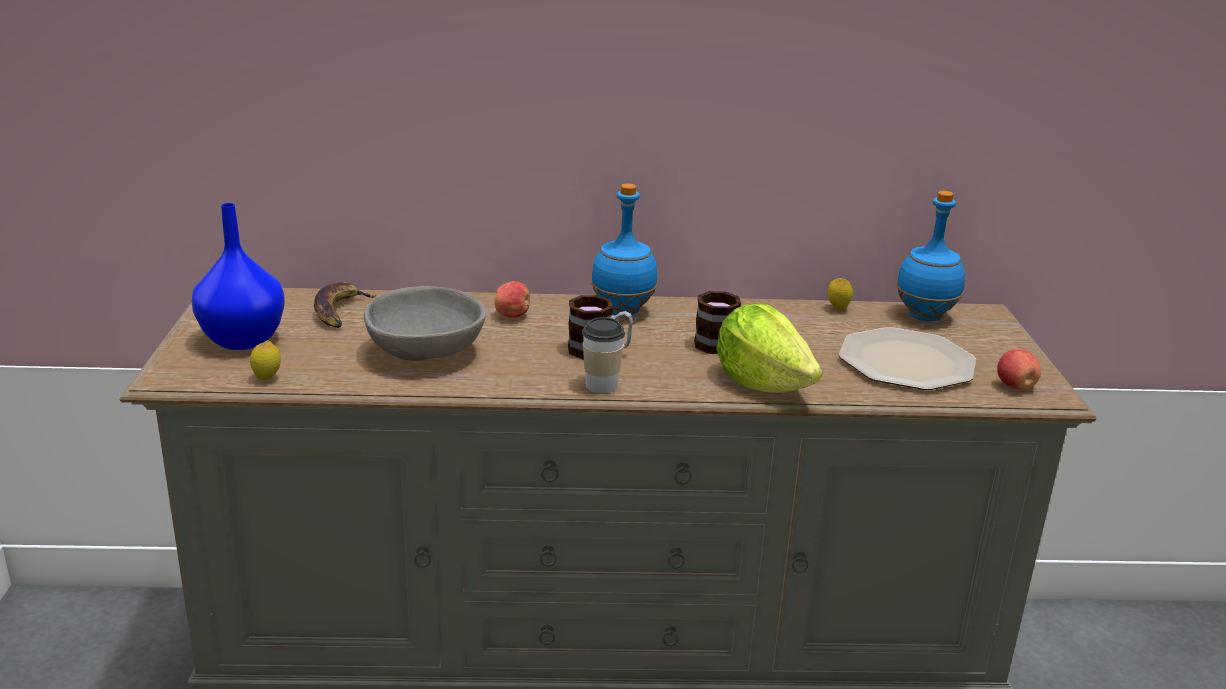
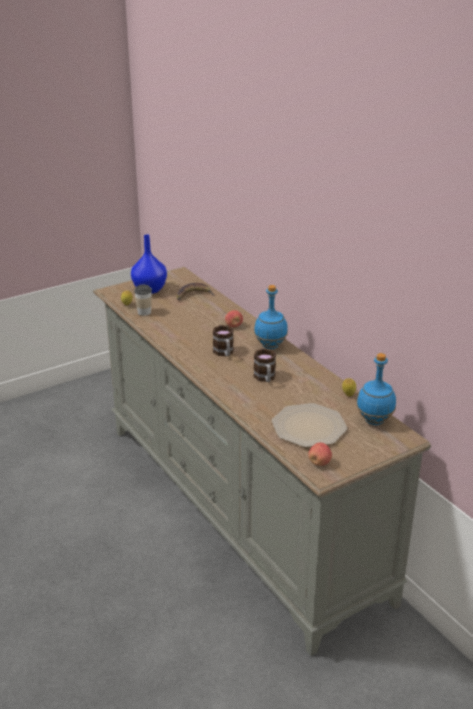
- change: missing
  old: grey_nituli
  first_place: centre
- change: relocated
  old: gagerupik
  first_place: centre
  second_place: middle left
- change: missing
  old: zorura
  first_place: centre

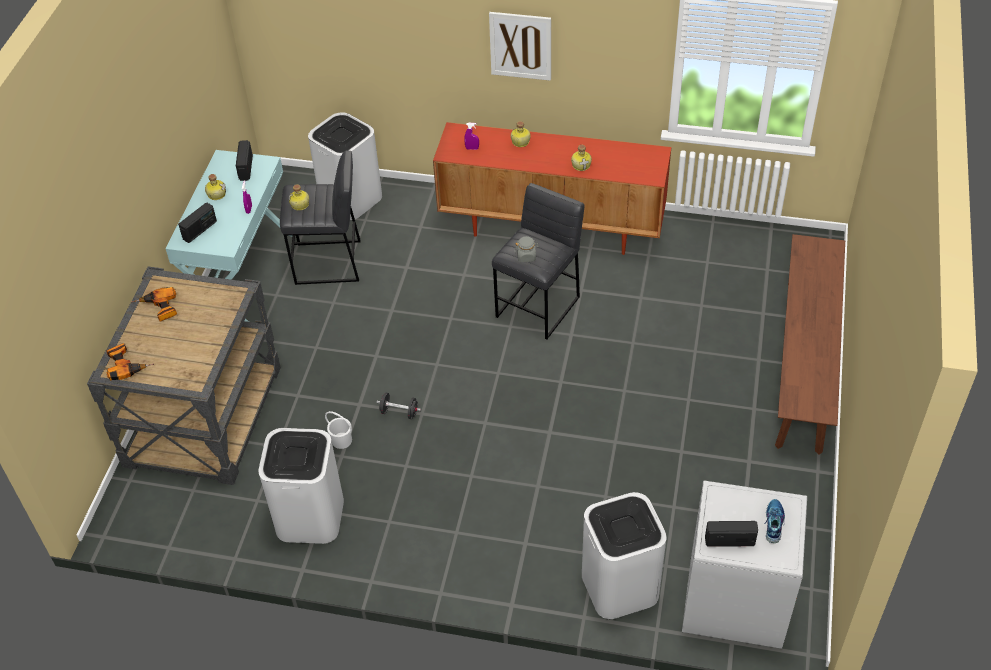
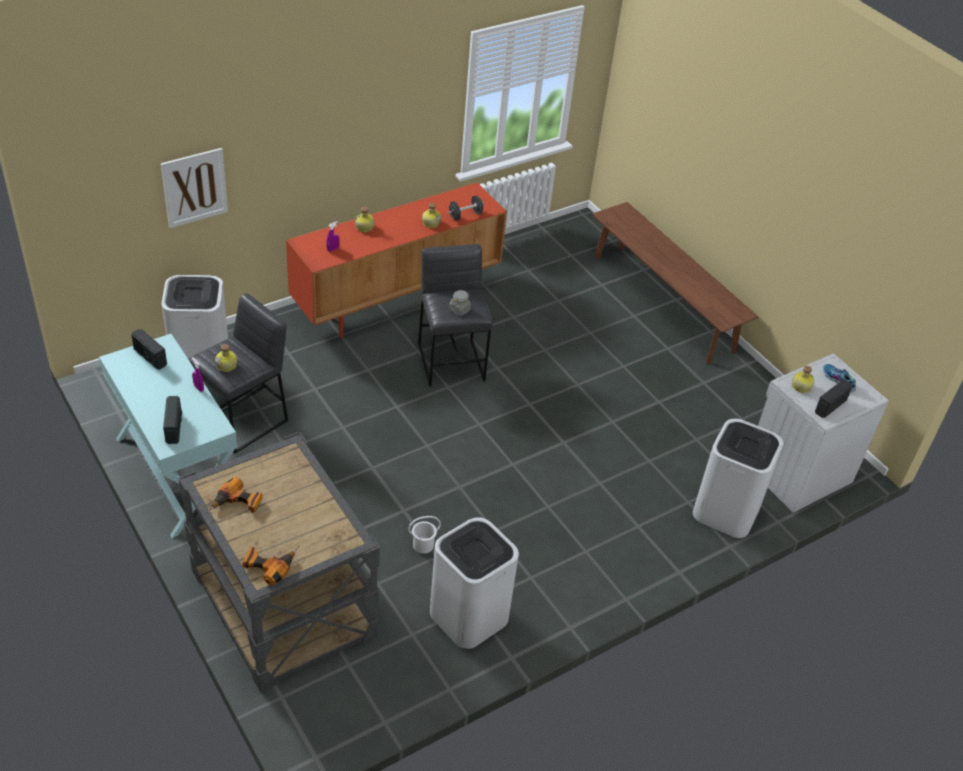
- change: relocated
  old: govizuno (no. 1 from left in the first image)
  new: govizuno (no. 4 from left)
  first_place: top left
  second_place: middle right
- change: relocated
  old: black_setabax
  first_place: centre
  second_place: top centre
- change: relocated
  old: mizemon
  first_place: top centre
  second_place: top left

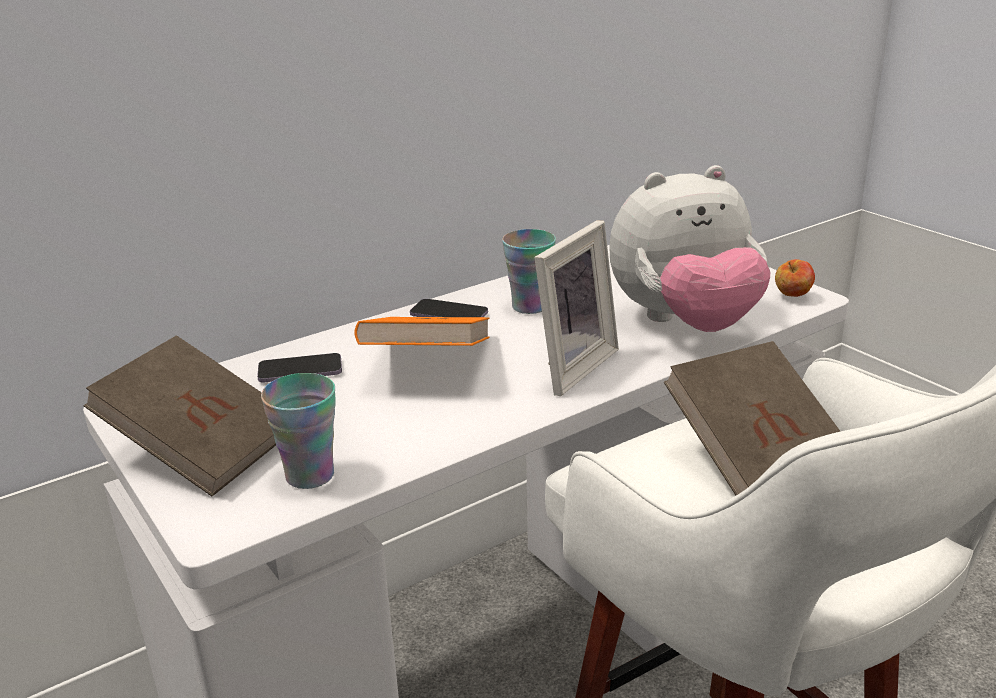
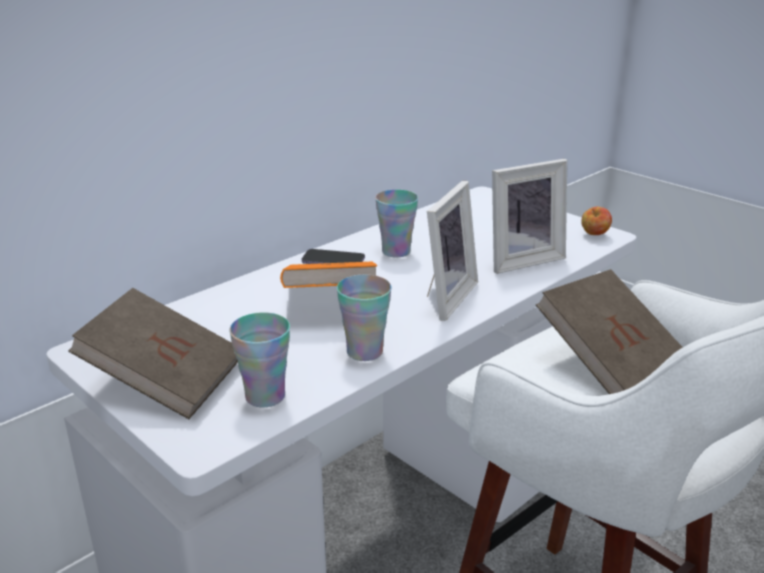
- change: missing
  old: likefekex (no. 1 from left)
  first_place: middle left
- change: exchanged
  old: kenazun
  new: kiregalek (no. 2 from left)
  first_place: middle right
  second_place: middle right
- change: appeared
  new: gagerupik (no. 2 from left)
  second_place: centre

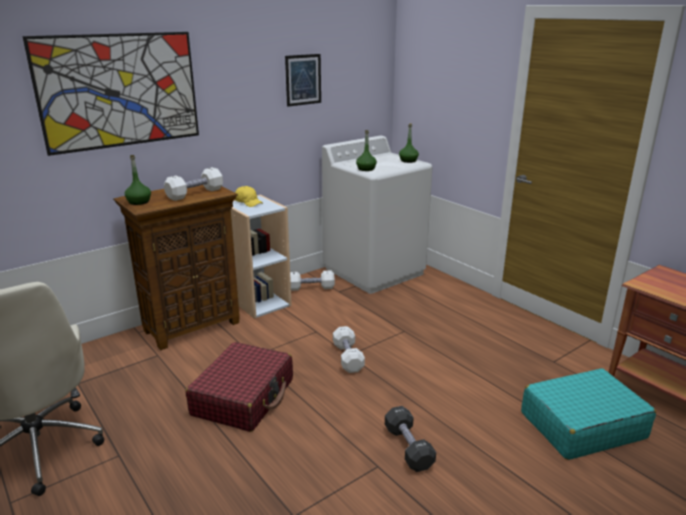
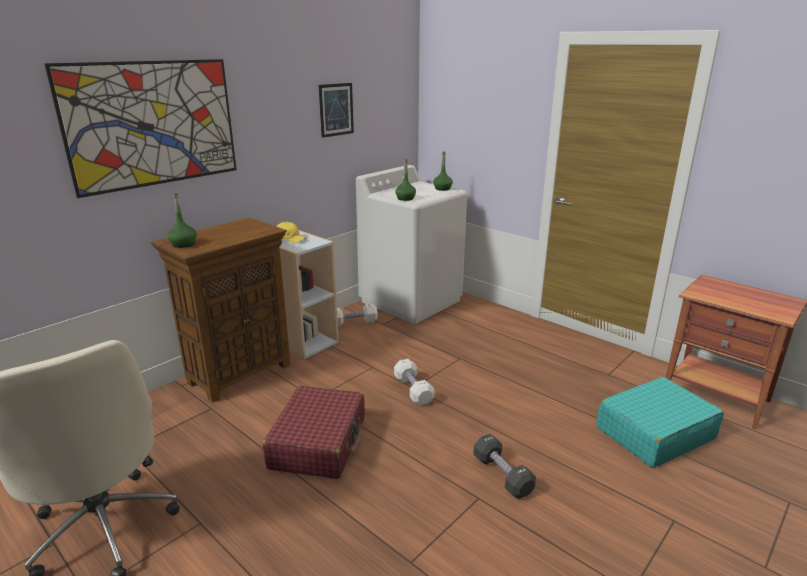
- change: missing
  old: white_setabax (no. 1 from left)
  first_place: middle left

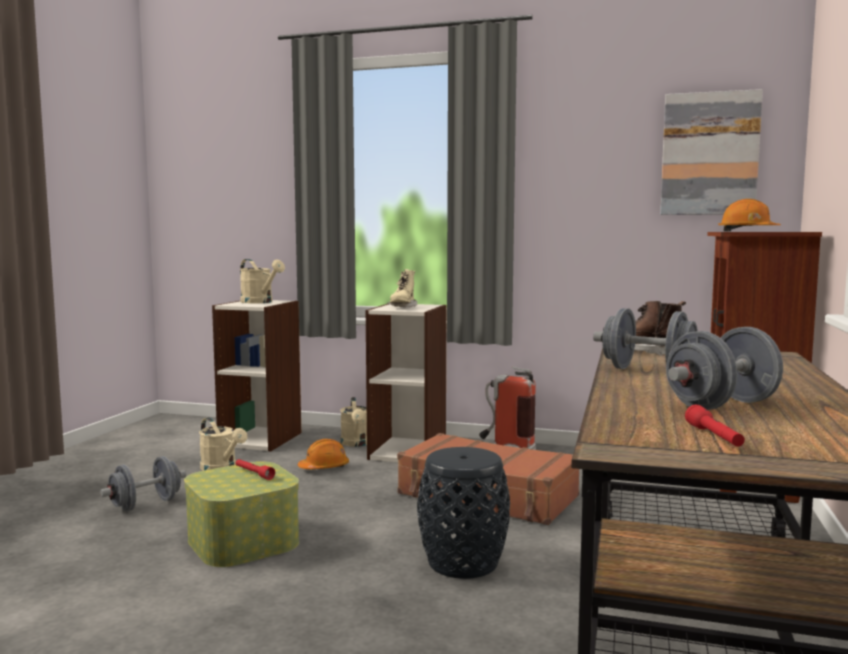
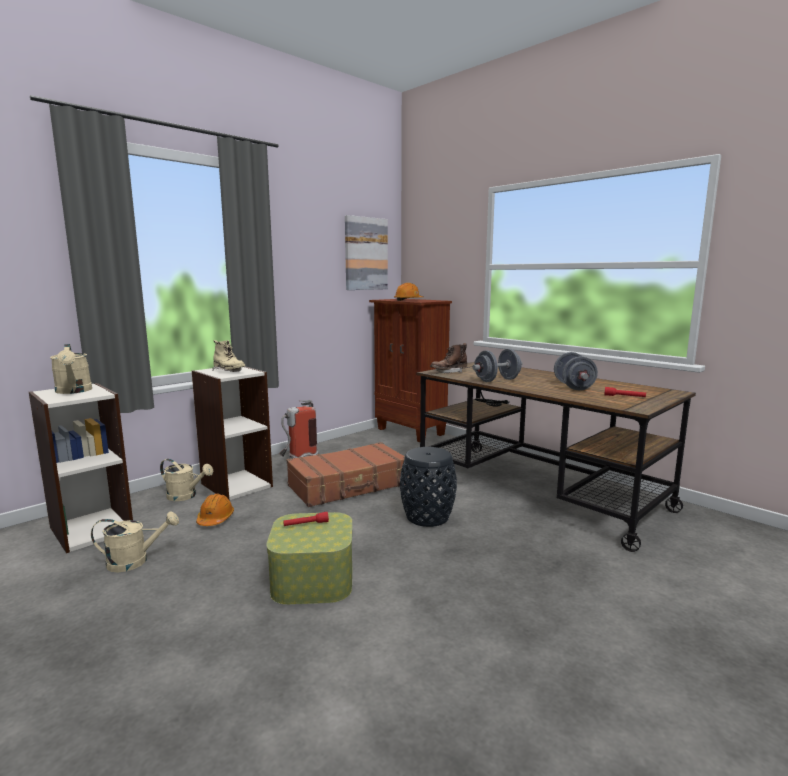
- change: missing
  old: grey_setabax (no. 1 from left)
  first_place: bottom left
- change: spun
  old: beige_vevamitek (no. 2 from left in the first image)
  first_place: middle left
  second_place: middle left
  degrees: 75

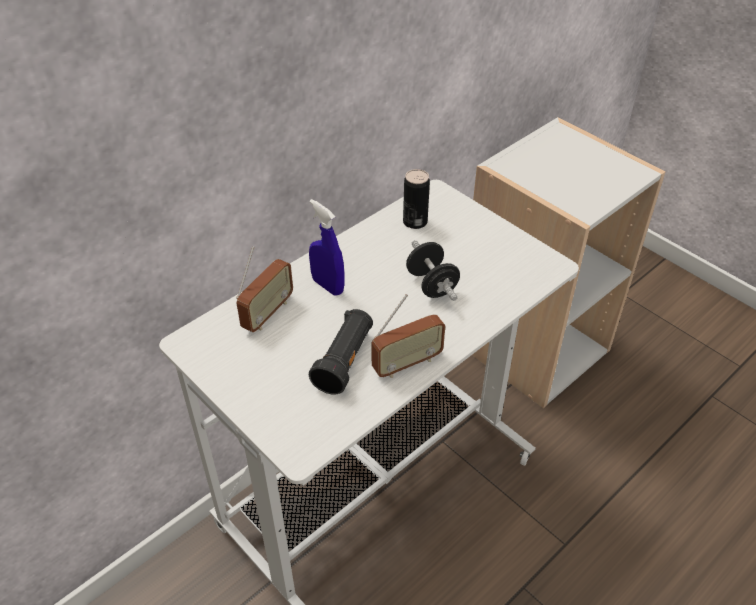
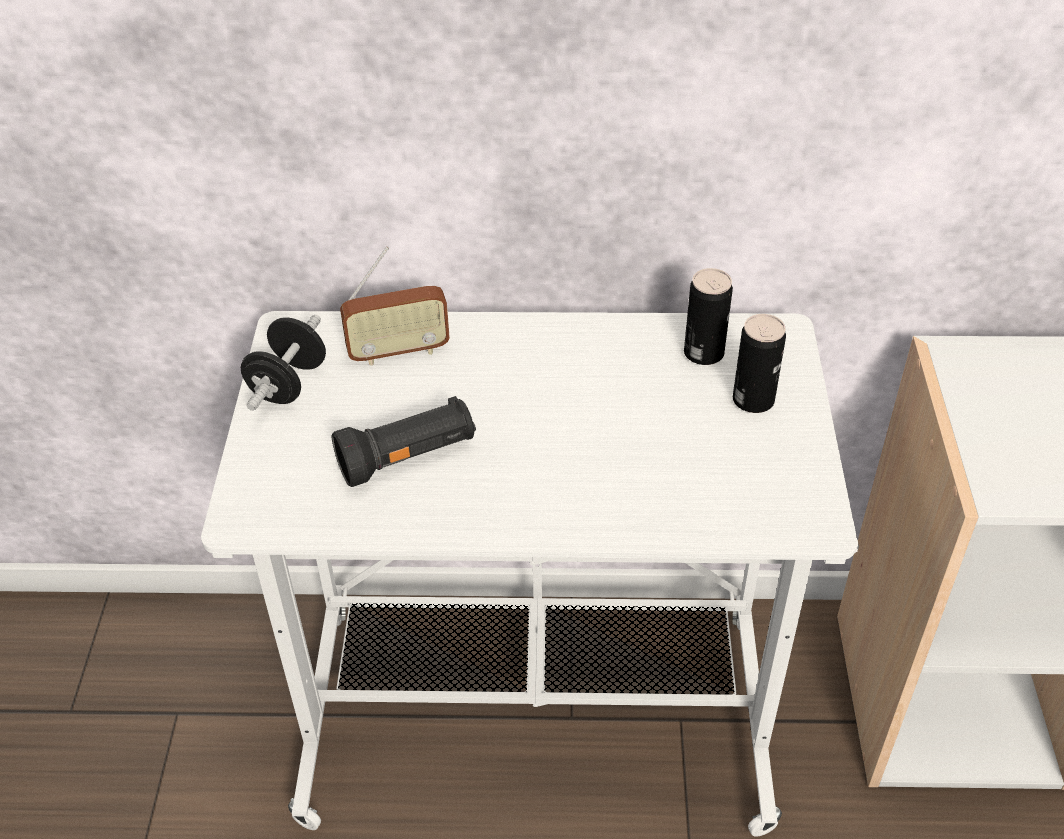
- change: missing
  old: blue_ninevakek
  first_place: centre
- change: missing
  old: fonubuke (no. 2 from left)
  first_place: centre
- change: relocated
  old: black_setabax
  first_place: centre
  second_place: middle left
- change: appeared
  new: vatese (no. 2 from left)
  second_place: middle right

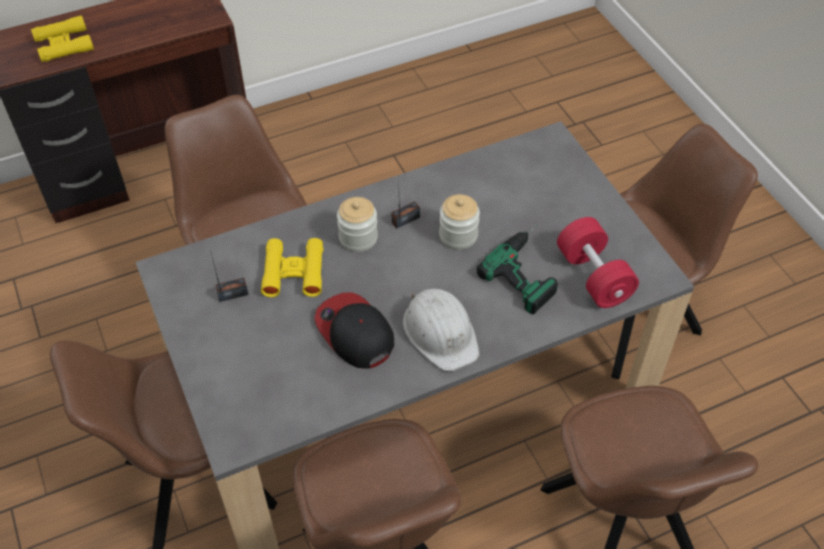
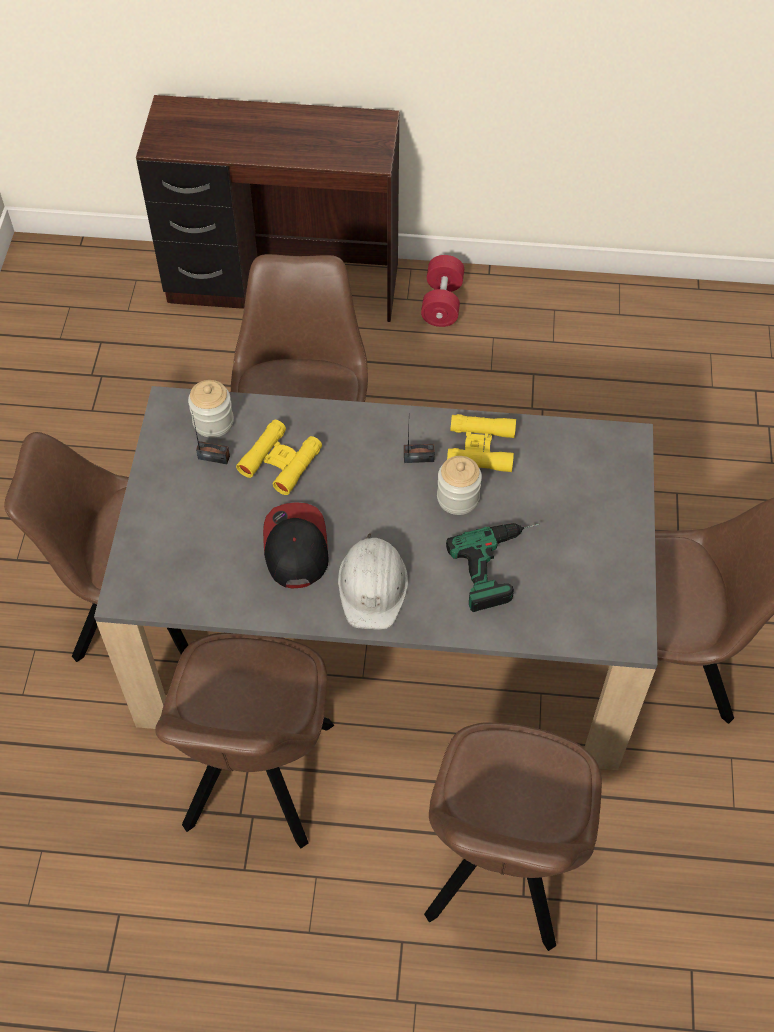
- change: relocated
  old: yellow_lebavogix (no. 1 from left in the first image)
  new: yellow_lebavogix (no. 2 from left)
  first_place: top left
  second_place: centre
- change: relocated
  old: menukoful (no. 1 from left)
  first_place: centre
  second_place: middle left
- change: relocated
  old: red_setabax
  first_place: middle right
  second_place: top centre

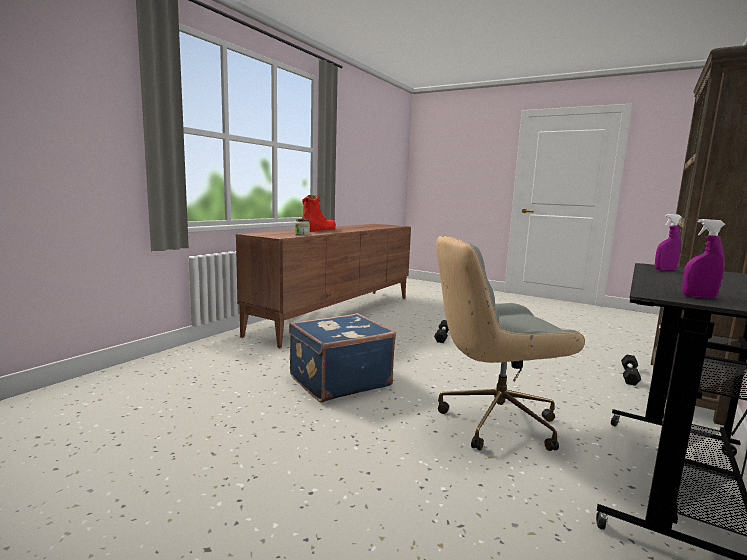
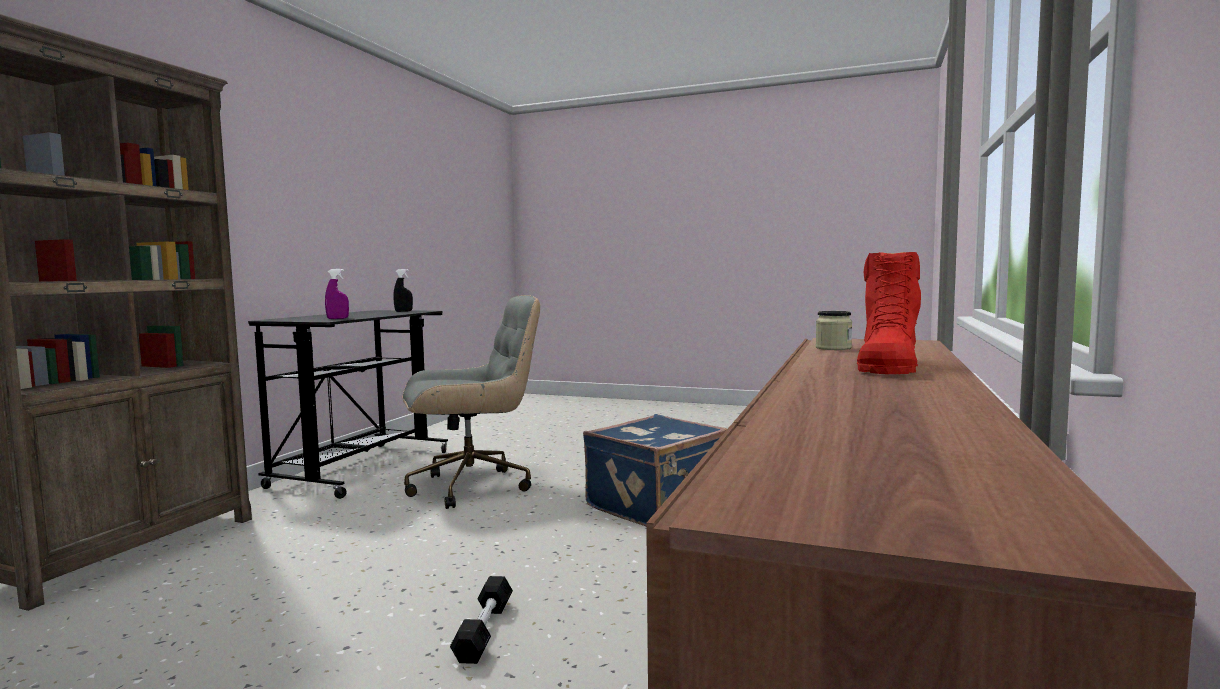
- change: missing
  old: black_setabax (no. 2 from left)
  first_place: middle right
- change: colour
  old: purple_ninevakek (no. 2 from left)
  new: black_ninevakek
  first_place: middle right
  second_place: middle left

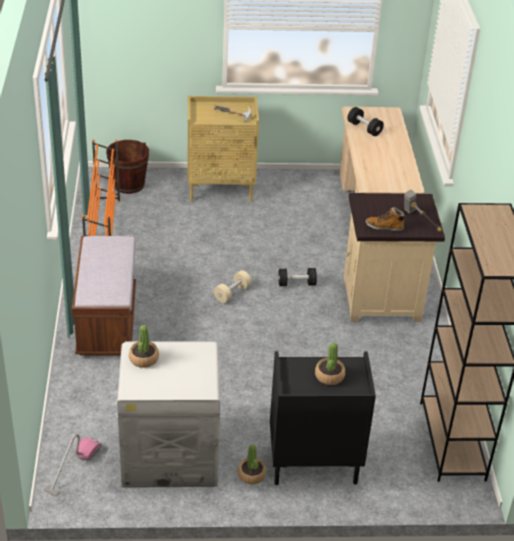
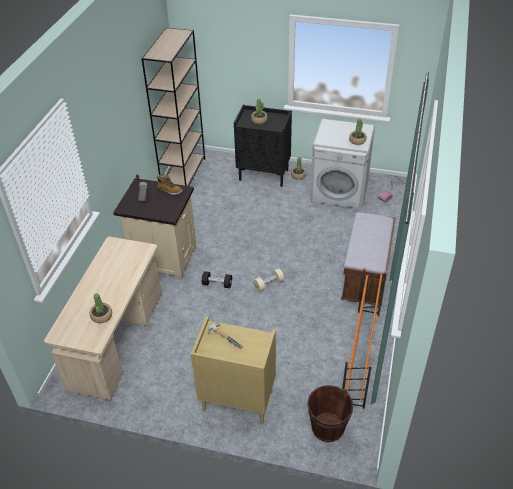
- change: exchanged
  old: black_setabax (no. 2 from left)
  new: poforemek (no. 1 from left)
  first_place: top right
  second_place: middle left

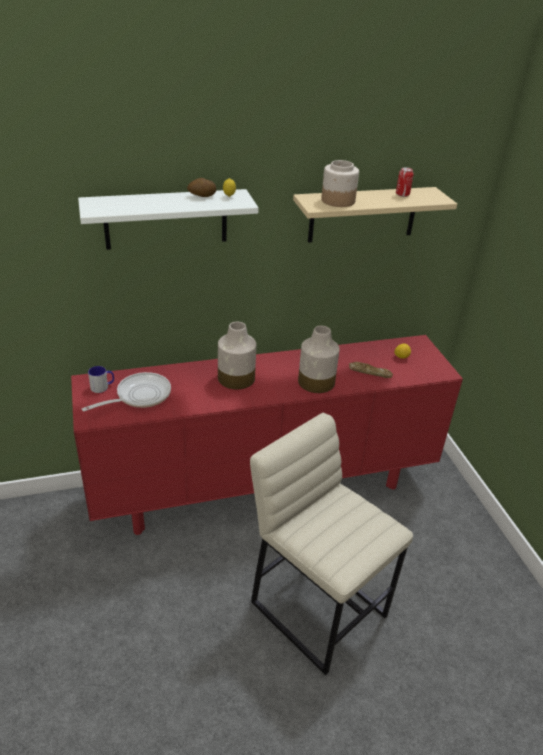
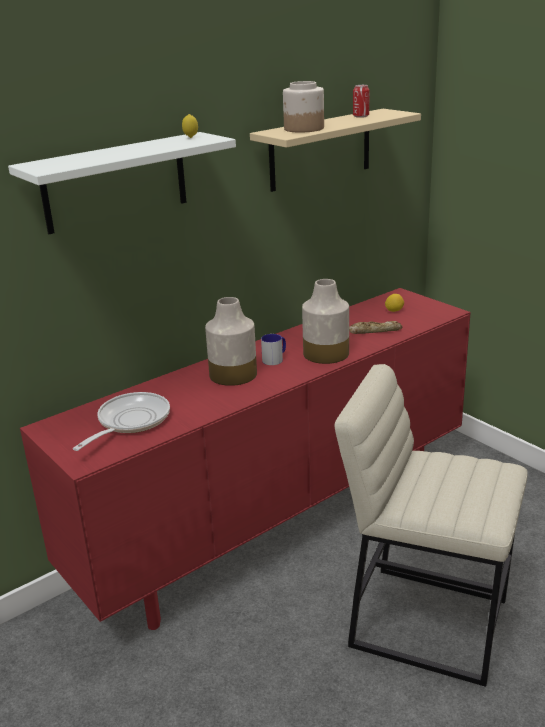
- change: relocated
  old: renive
  first_place: middle left
  second_place: centre
- change: missing
  old: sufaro
  first_place: top centre

